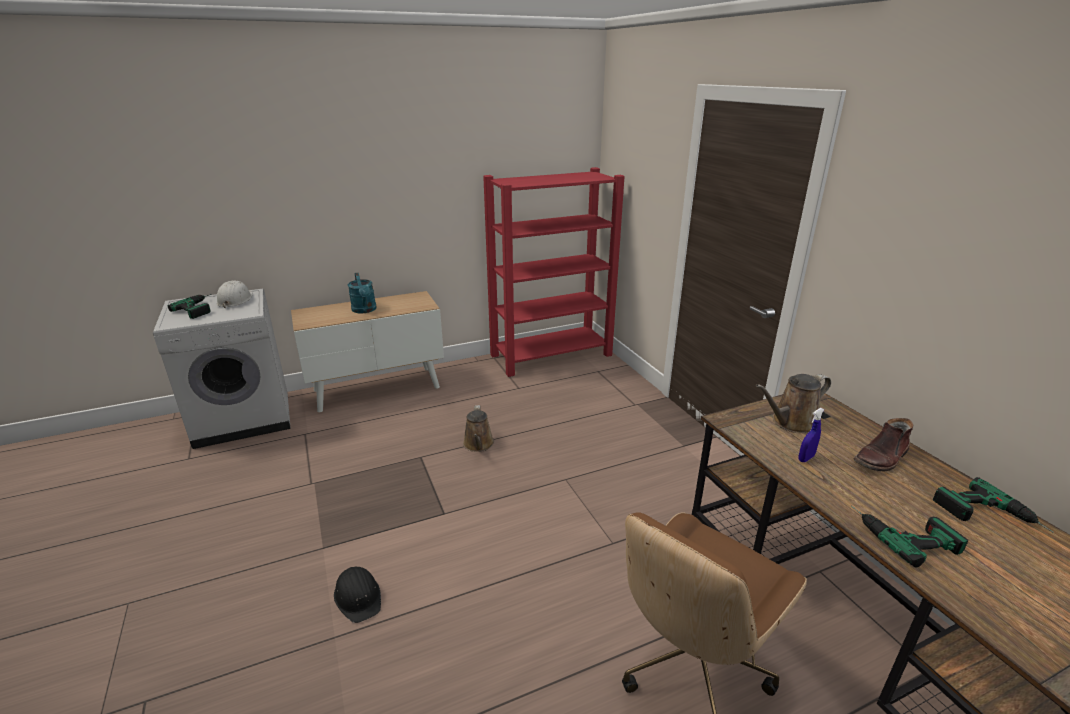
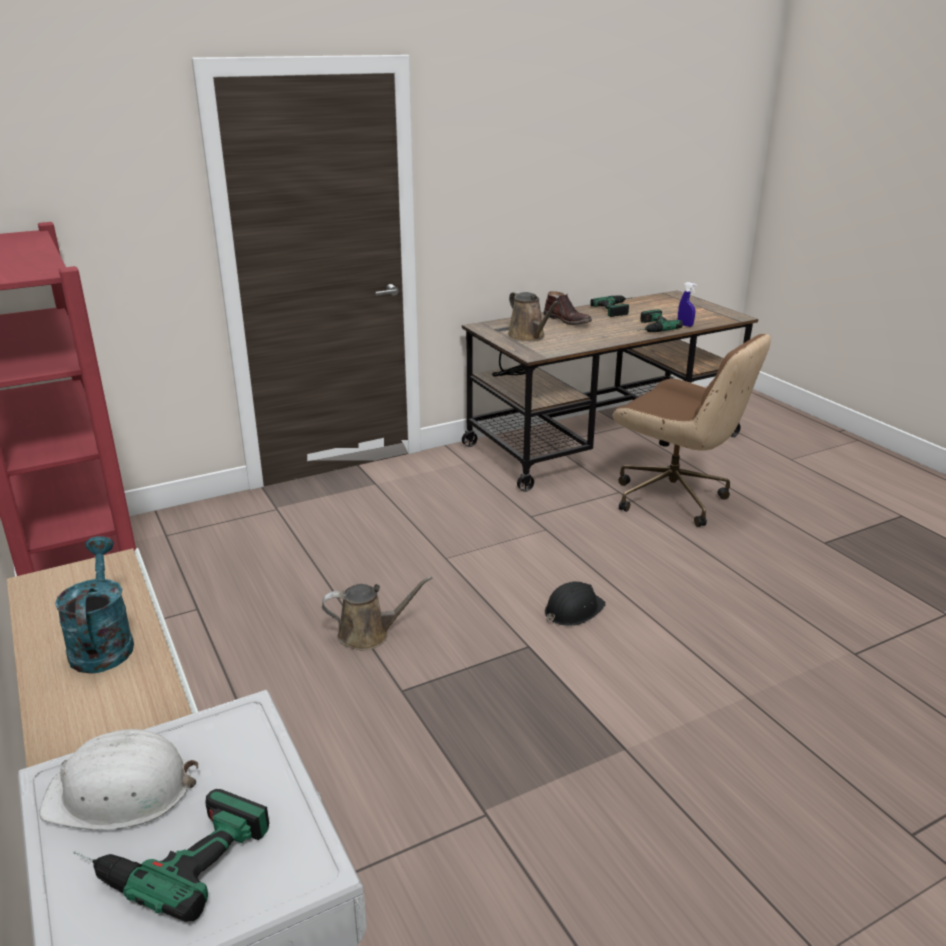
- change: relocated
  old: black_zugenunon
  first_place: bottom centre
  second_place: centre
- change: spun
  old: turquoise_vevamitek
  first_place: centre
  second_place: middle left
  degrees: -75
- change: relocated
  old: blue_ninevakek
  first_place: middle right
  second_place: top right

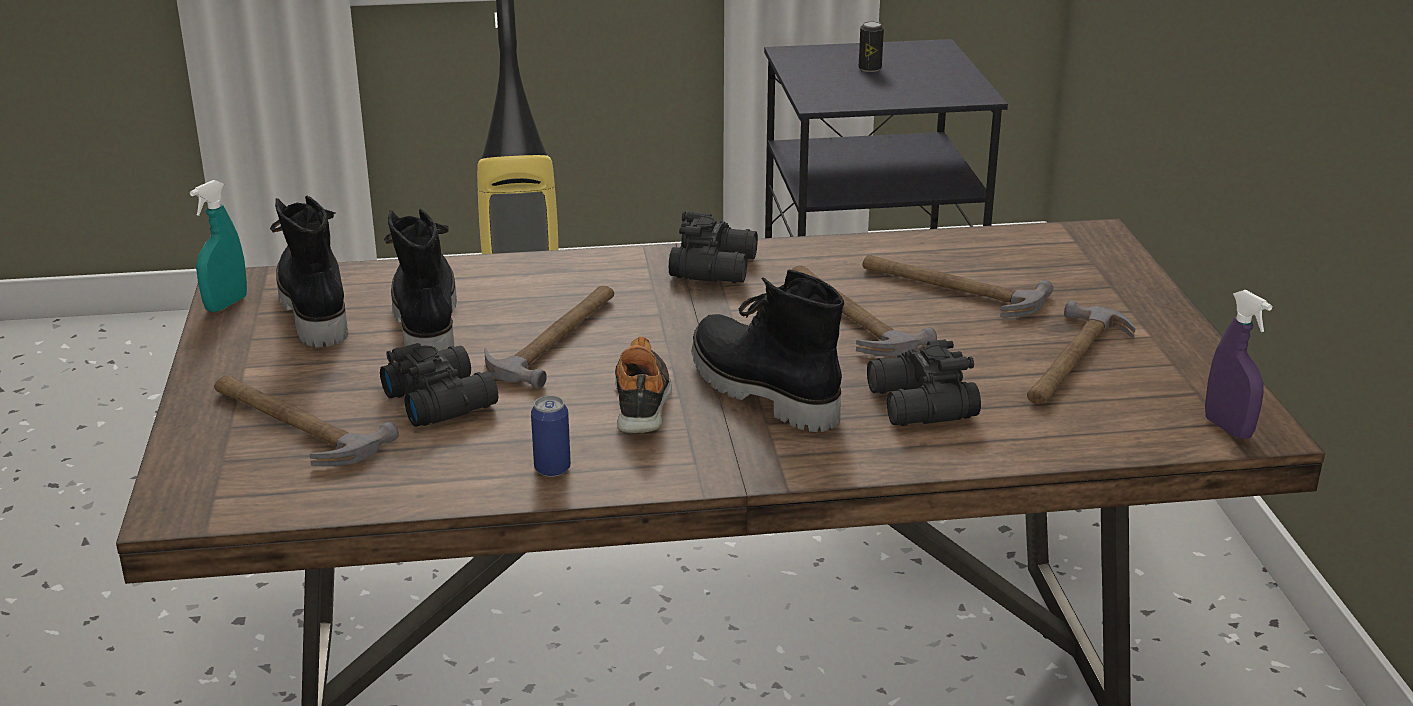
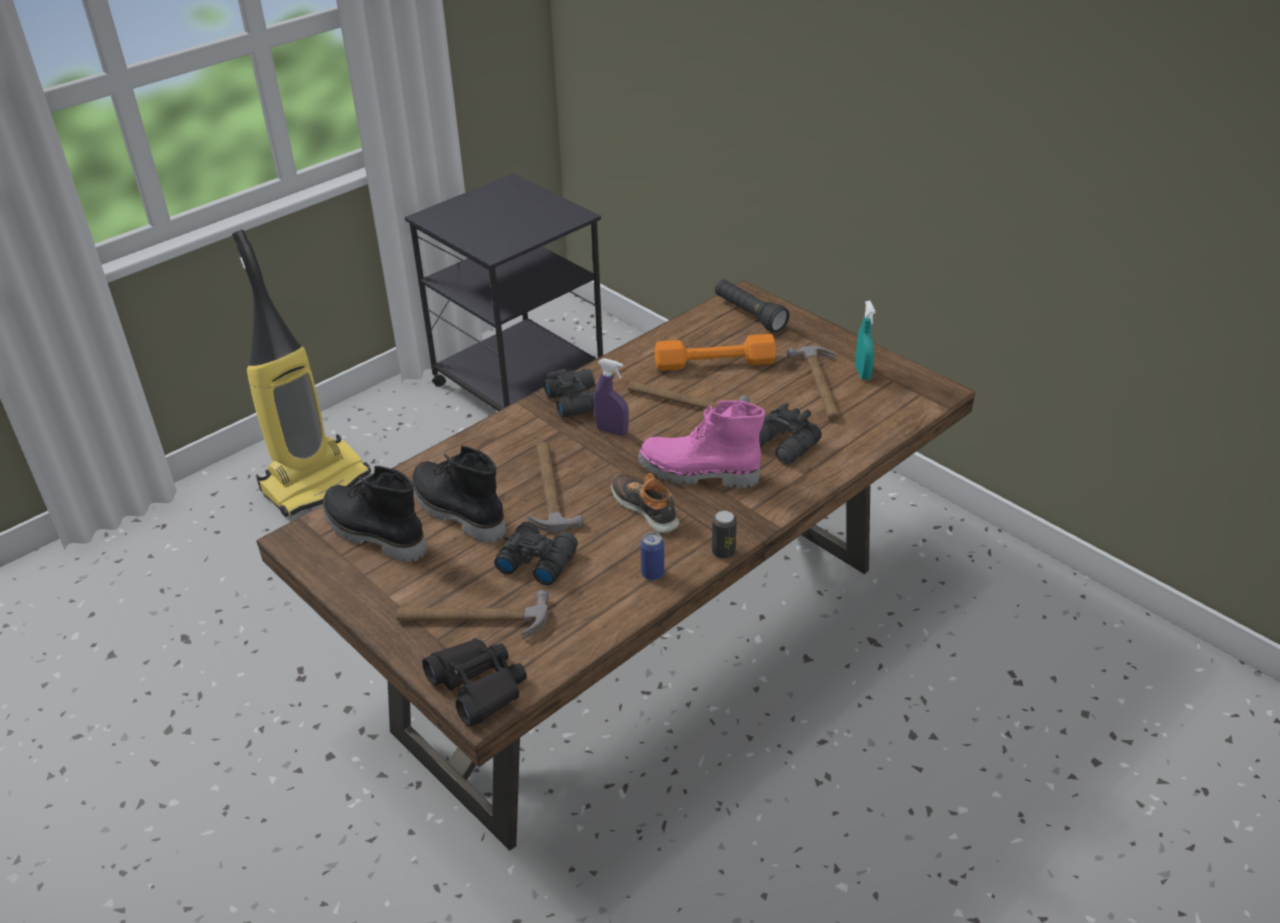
- change: relocated
  old: turquoise_ninevakek
  first_place: middle left
  second_place: middle right
- change: colour
  old: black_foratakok (no. 3 from left)
  new: pink_foratakok
  first_place: centre
  second_place: centre
- change: relocated
  old: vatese (no. 2 from left)
  first_place: top centre
  second_place: centre
- change: exchanged
  old: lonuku (no. 4 from left)
  new: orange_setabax
  first_place: middle right
  second_place: centre
- change: relocated
  old: purple_ninevakek
  first_place: middle right
  second_place: centre
- change: appeared
  new: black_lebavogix (no. 1 from left)
  second_place: bottom centre
- change: appeared
  new: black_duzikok
  second_place: top centre

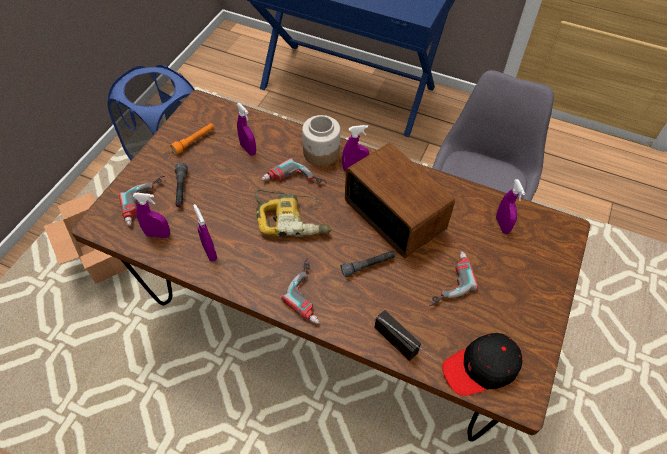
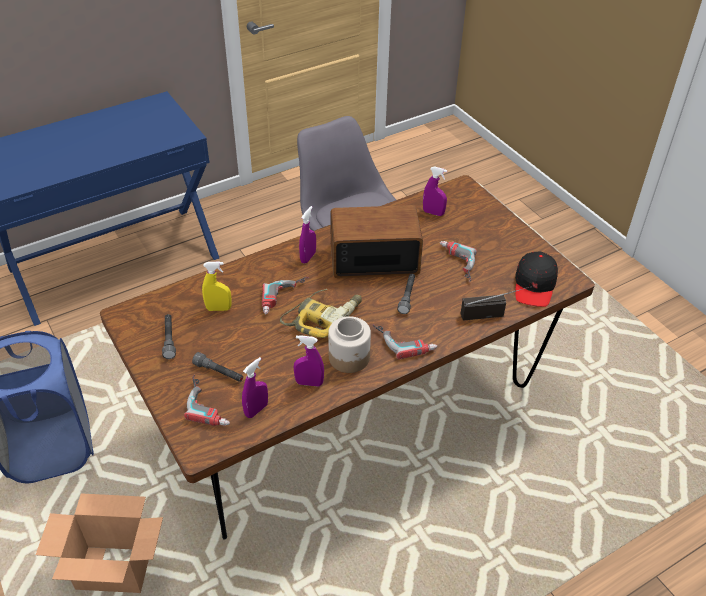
- change: colour
  old: orange_duzikok
  new: grey_duzikok (no. 1 from left)
  first_place: top left
  second_place: middle left
- change: colour
  old: purple_ninevakek (no. 3 from left)
  new: yellow_ninevakek
  first_place: top centre
  second_place: middle left
- change: relocated
  old: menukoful
  first_place: top centre
  second_place: centre

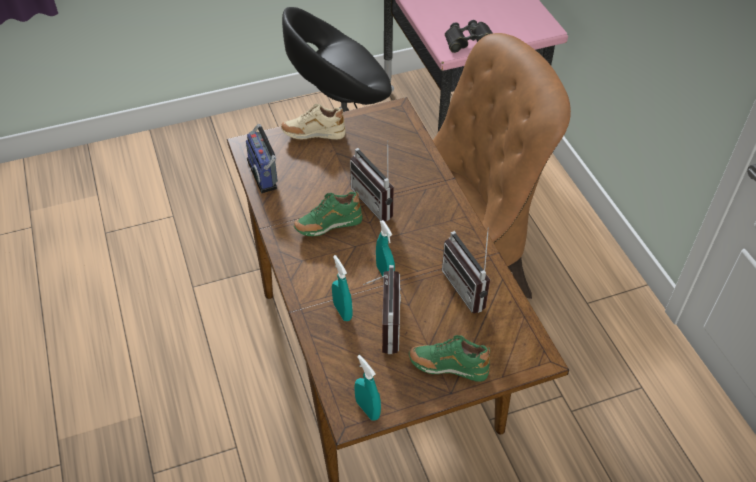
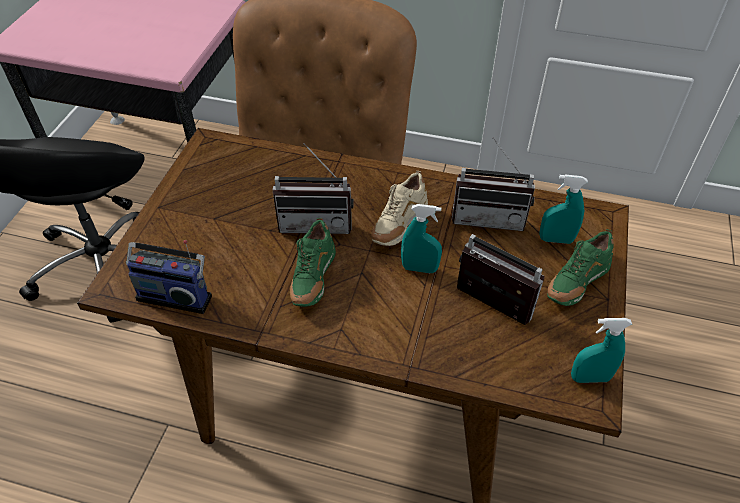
- change: relocated
  old: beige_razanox
  first_place: top centre
  second_place: centre
- change: relocated
  old: turquoise_ninevakek (no. 1 from left in the first image)
  new: turquoise_ninevakek (no. 2 from left)
  first_place: centre
  second_place: middle right
- change: missing
  old: black_lebavogix
  first_place: top centre

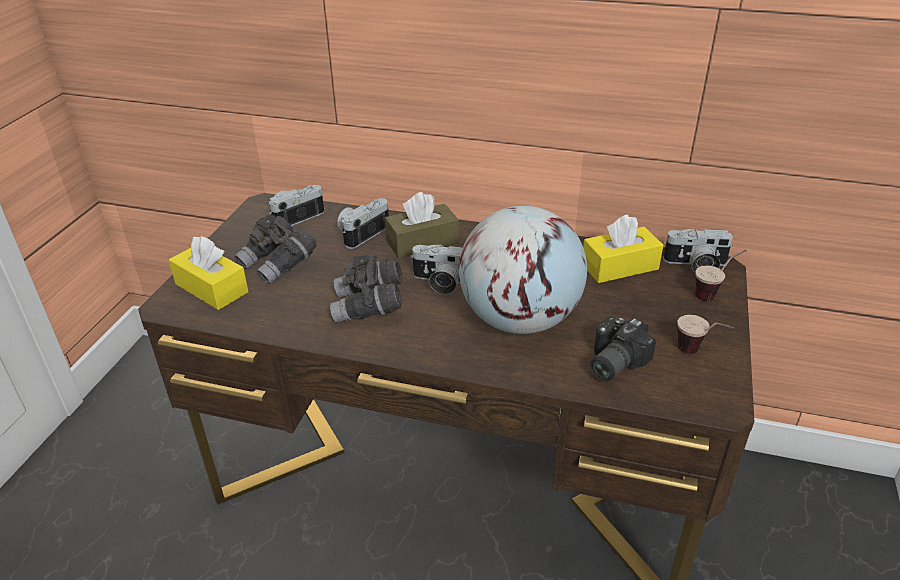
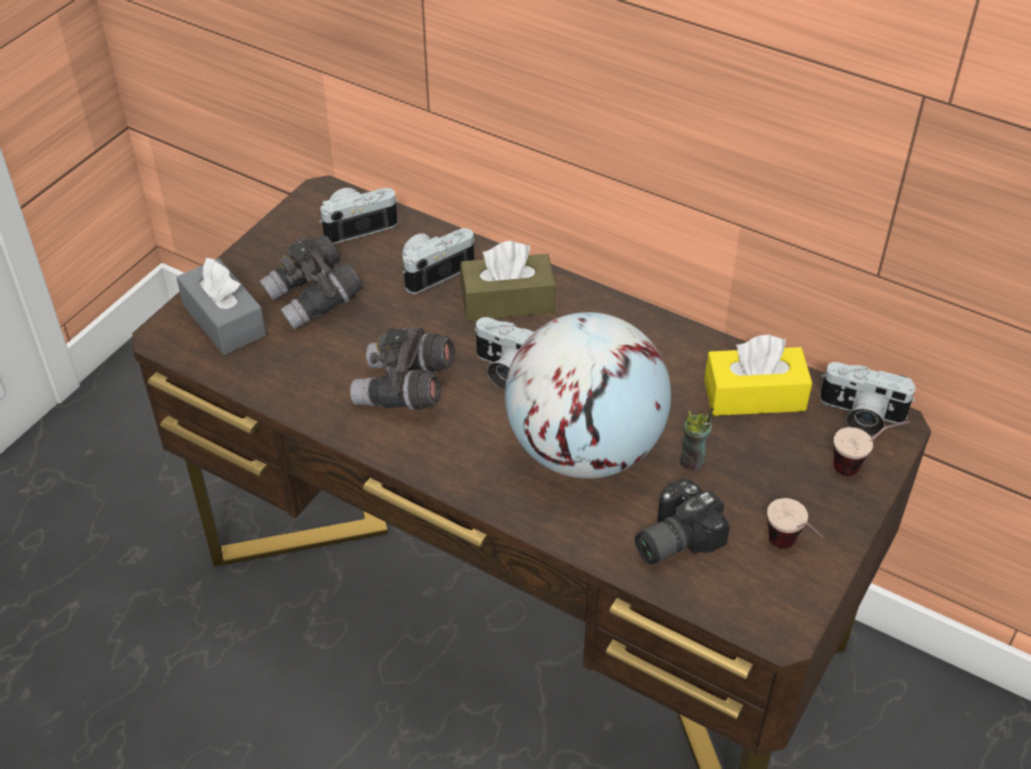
- change: colour
  old: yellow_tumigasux (no. 1 from left)
  new: grey_tumigasux
  first_place: middle left
  second_place: middle left
- change: appeared
  new: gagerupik (no. 1 from left)
  second_place: middle right

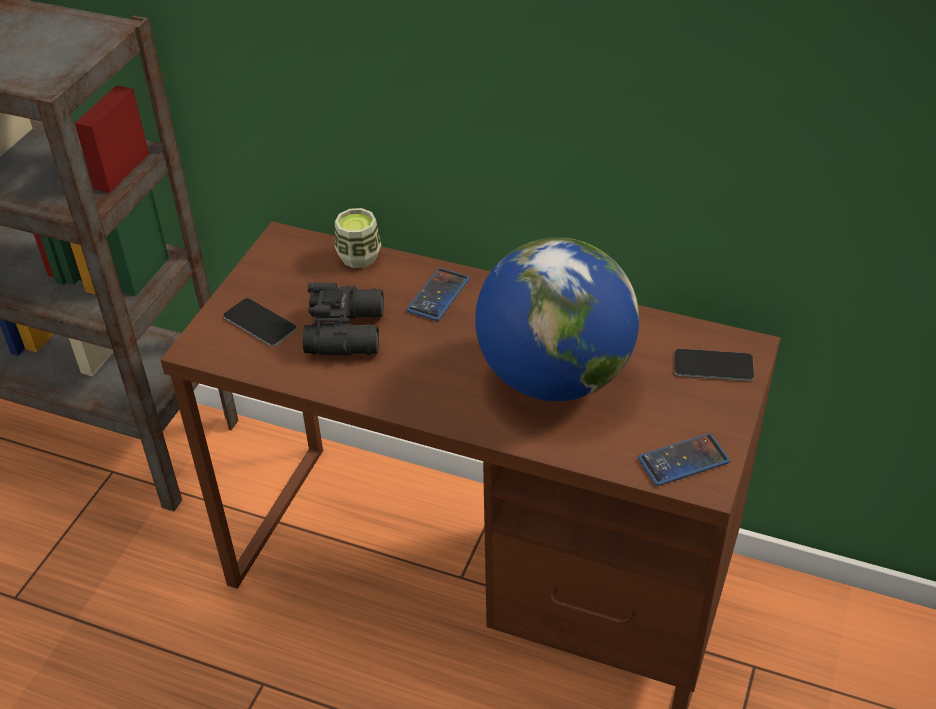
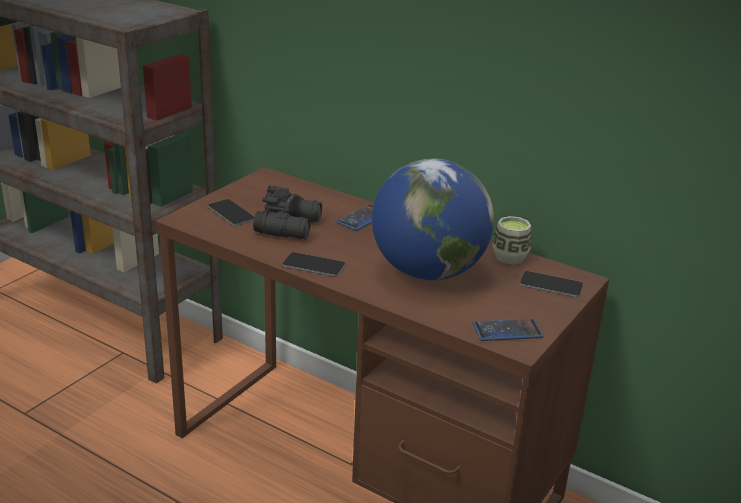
- change: relocated
  old: gagerupik
  first_place: centre
  second_place: middle right
- change: appeared
  new: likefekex (no. 2 from left)
  second_place: centre

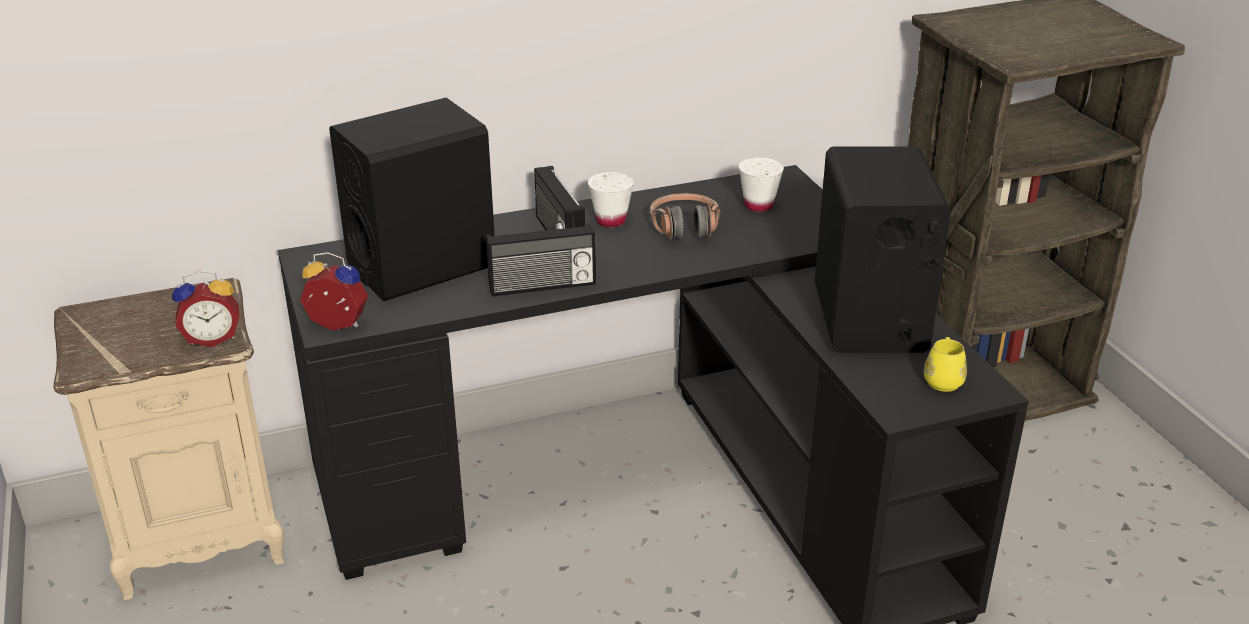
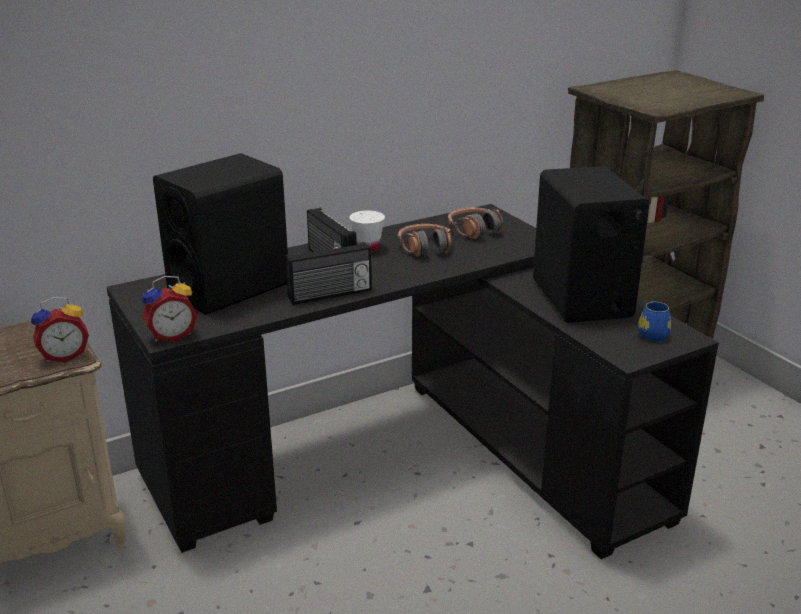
- change: spun
  old: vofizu (no. 2 from left)
  first_place: middle left
  second_place: middle left
  degrees: 150
- change: exchanged
  old: white_gagerupik (no. 2 from left)
  new: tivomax (no. 2 from left)
  first_place: top centre
  second_place: centre
- change: colour
  old: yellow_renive
  new: blue_renive
  first_place: middle right
  second_place: middle right

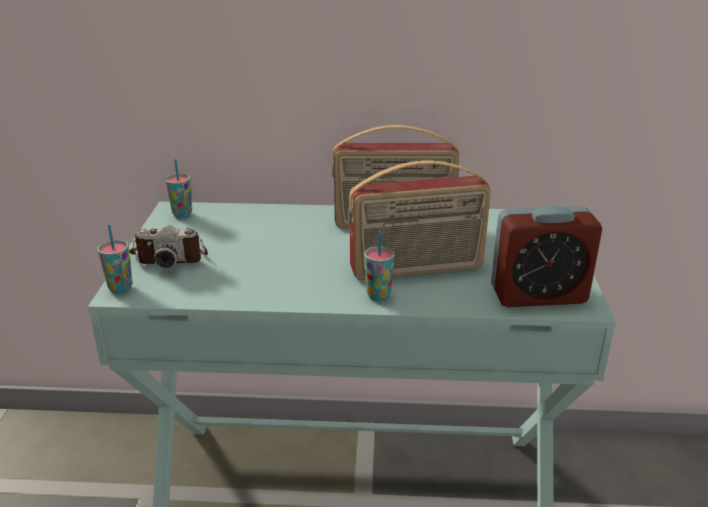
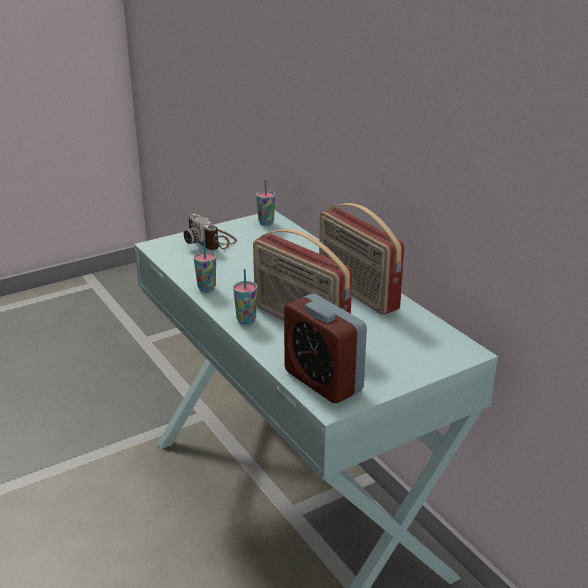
- change: relocated
  old: gagerupik (no. 1 from left)
  first_place: middle left
  second_place: centre

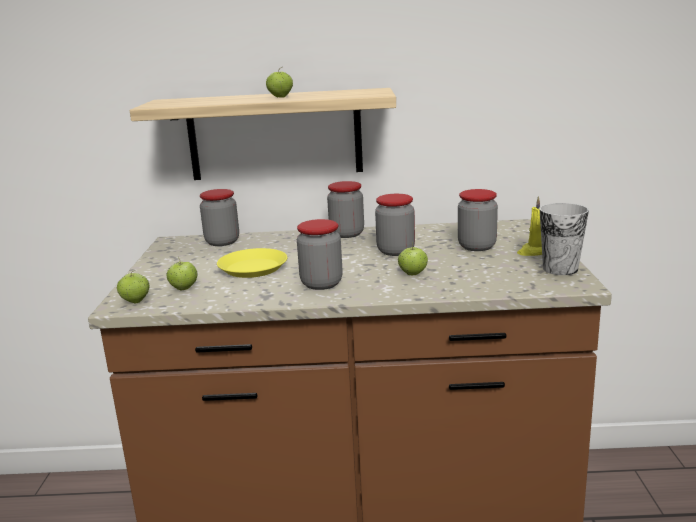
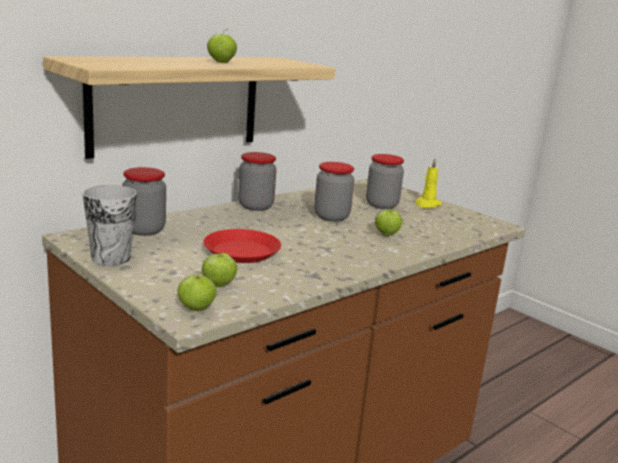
- change: colour
  old: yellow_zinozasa
  new: red_zinozasa
  first_place: centre
  second_place: centre
- change: missing
  old: menukoful (no. 2 from left)
  first_place: centre
- change: relocated
  old: gagerupik
  first_place: middle right
  second_place: middle left

